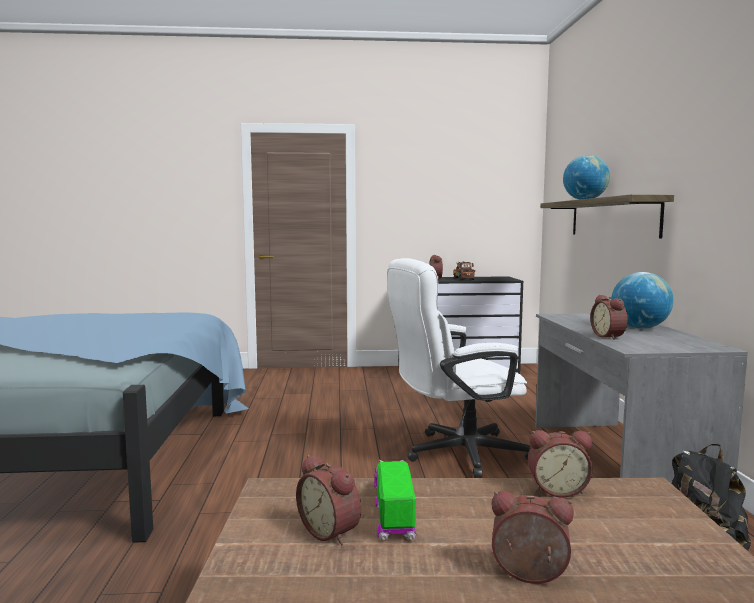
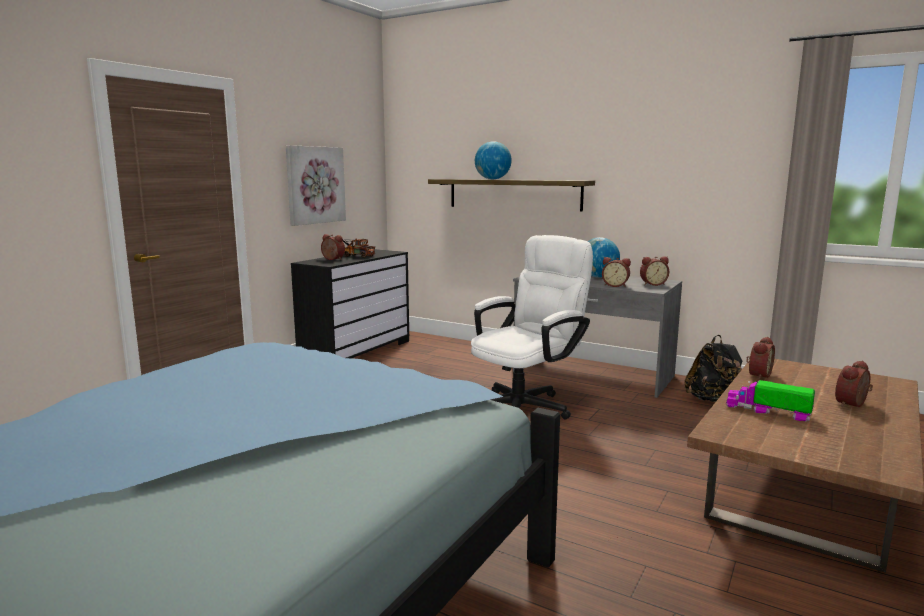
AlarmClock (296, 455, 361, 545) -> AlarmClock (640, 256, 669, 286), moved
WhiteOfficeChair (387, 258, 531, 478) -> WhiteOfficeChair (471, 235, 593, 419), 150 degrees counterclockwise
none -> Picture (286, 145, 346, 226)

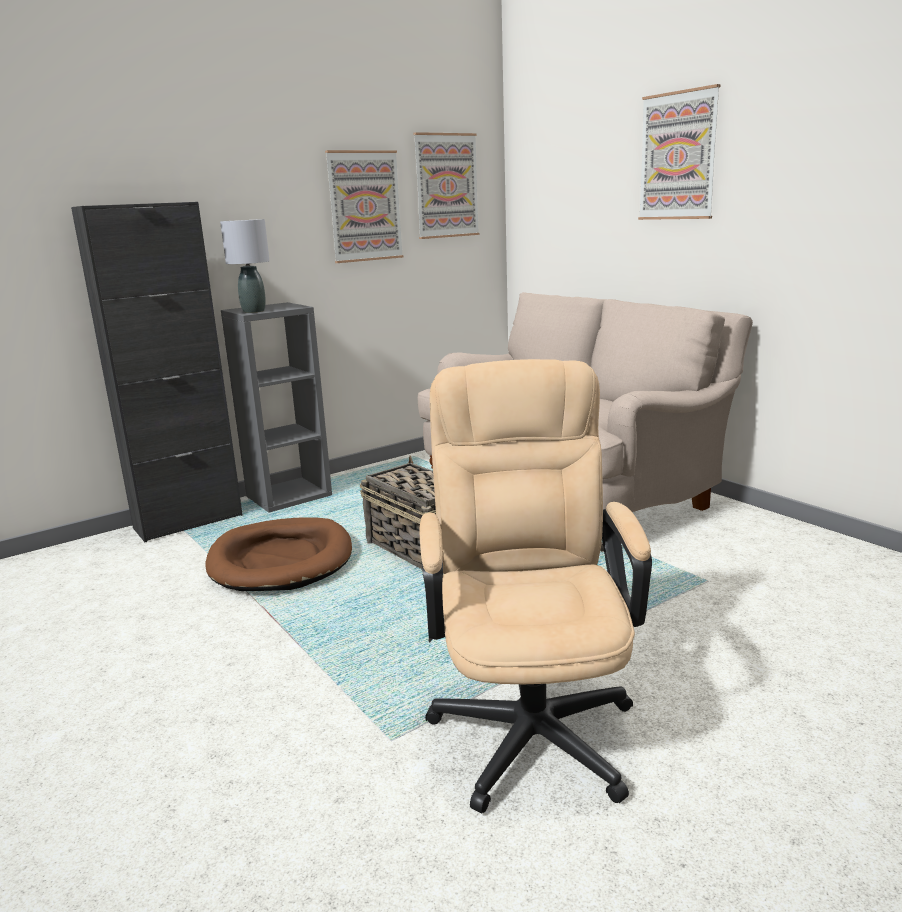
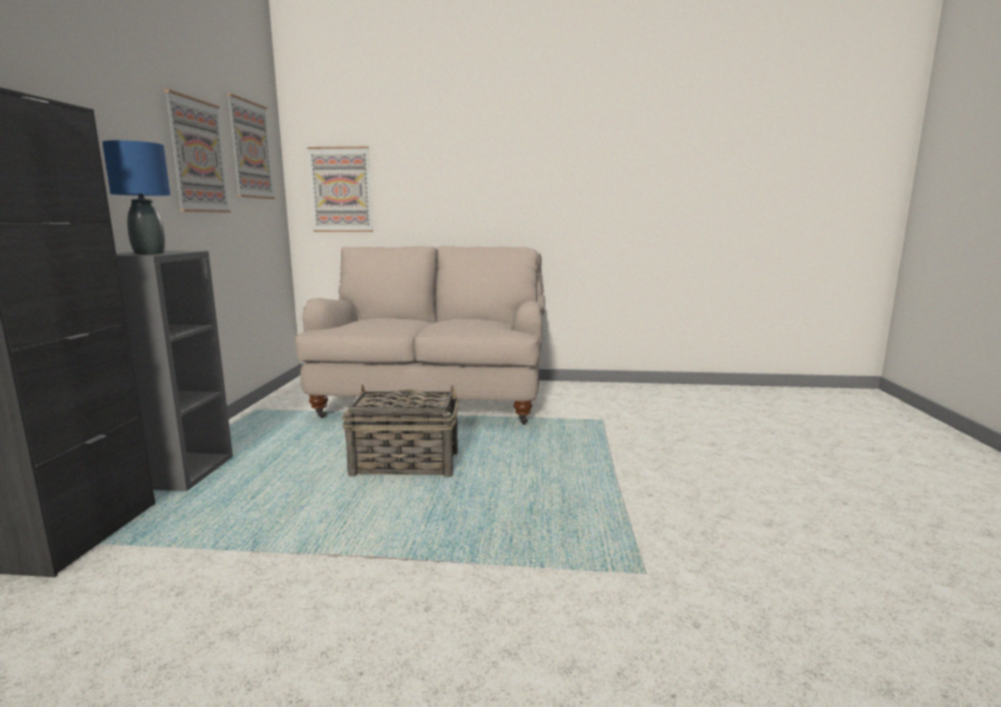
BrownDogBed (205, 517, 352, 591) -> none
GreyTableLamp (220, 219, 270, 313) -> BlueTableLamp (102, 140, 170, 255)
BeigeOfficeChair (419, 359, 652, 813) -> none
Picture (638, 84, 721, 220) -> Picture (307, 146, 373, 232), moved

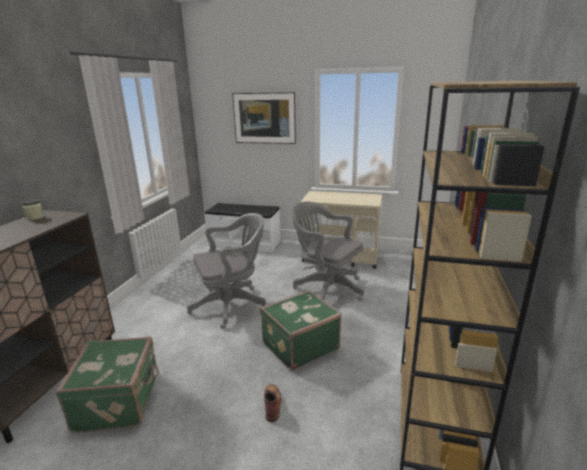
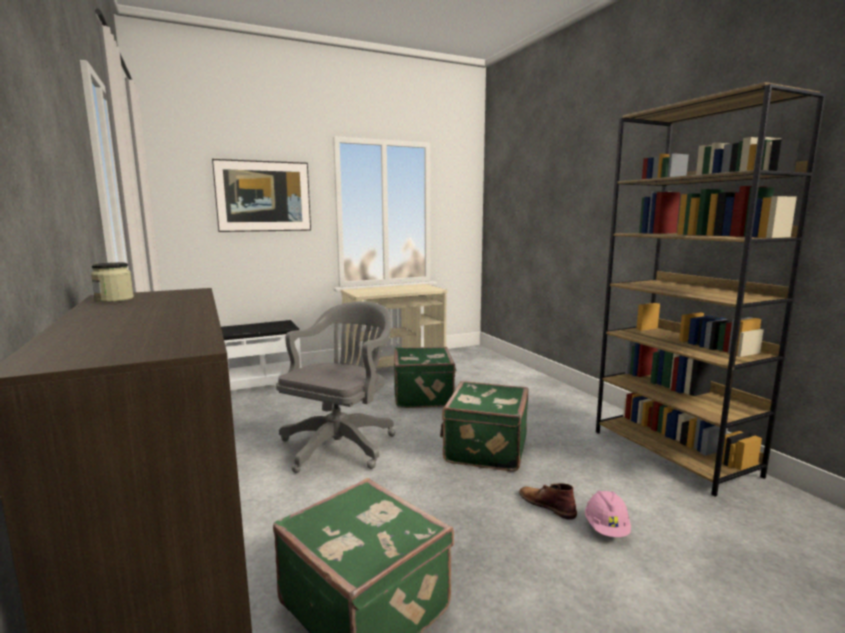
GreyOfficeChair (292, 201, 364, 301) -> GreenSuitcase (394, 347, 457, 408)
none -> PinkHardHat (585, 491, 631, 537)

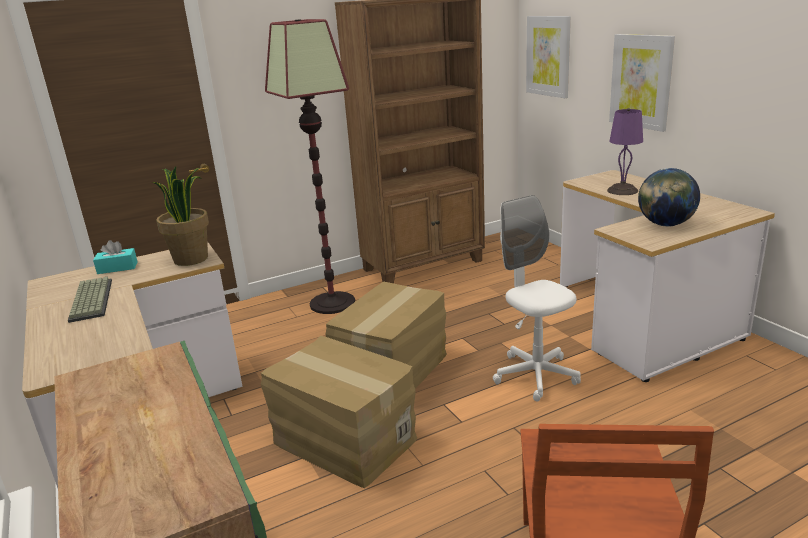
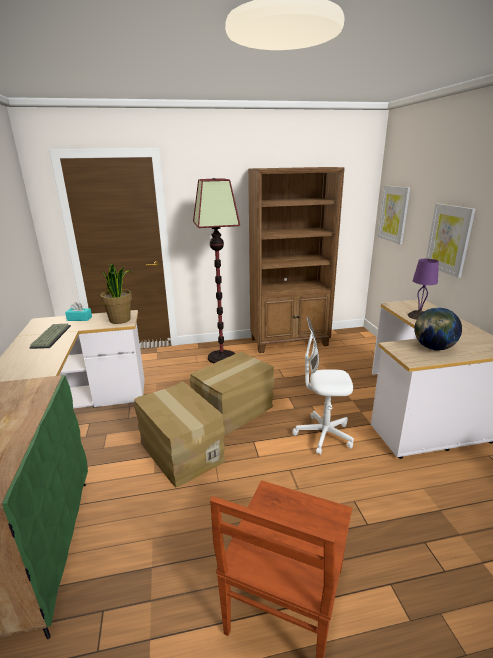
WhiteOfficeChair (493, 195, 581, 402) -> WhiteOfficeChair (292, 317, 354, 455), 75 degrees counterclockwise

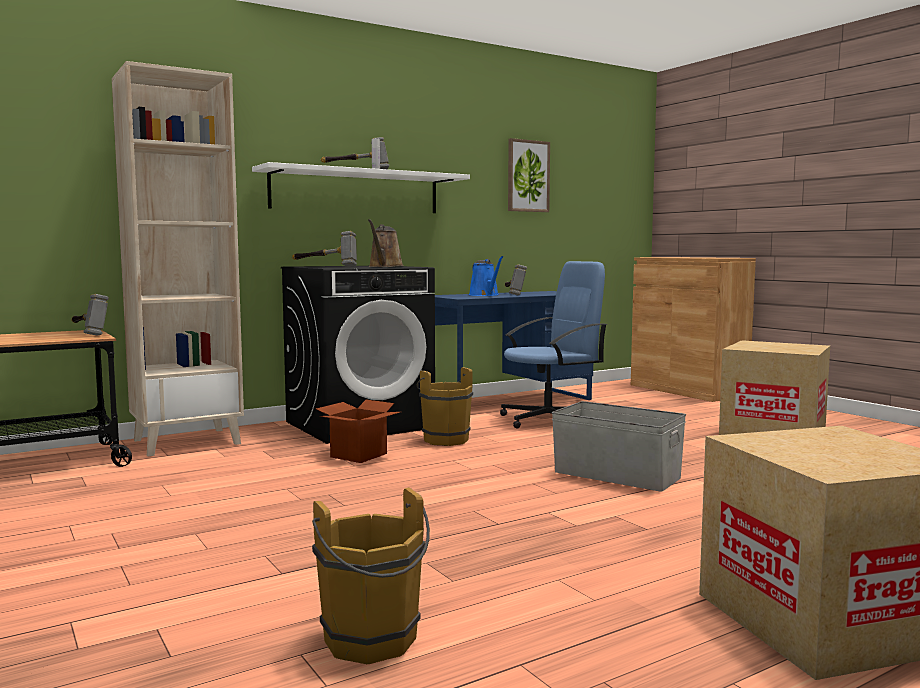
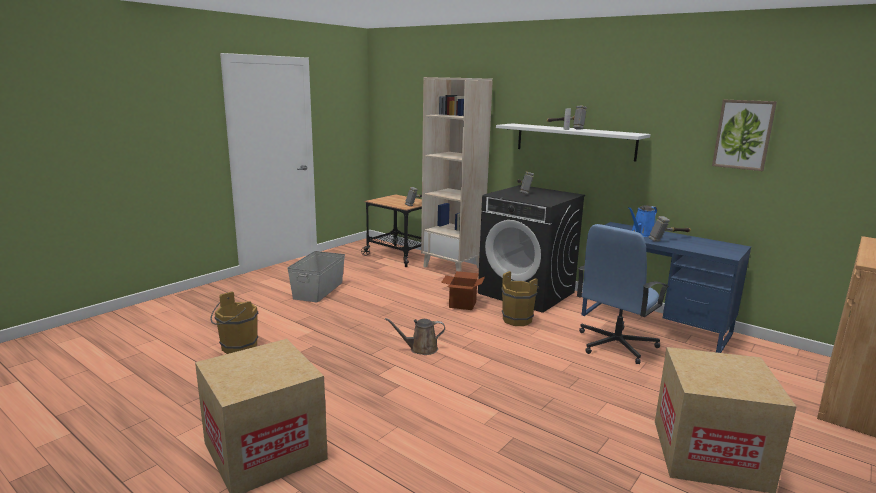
BrownWateringCan (368, 219, 403, 267) -> BrownWateringCan (385, 318, 445, 355), moved
BlueOfficeChair (500, 261, 607, 428) -> BlueOfficeChair (577, 224, 669, 364), 90 degrees clockwise
GreyStorageBox (552, 401, 686, 492) -> GreyStorageBox (287, 251, 345, 302), moved

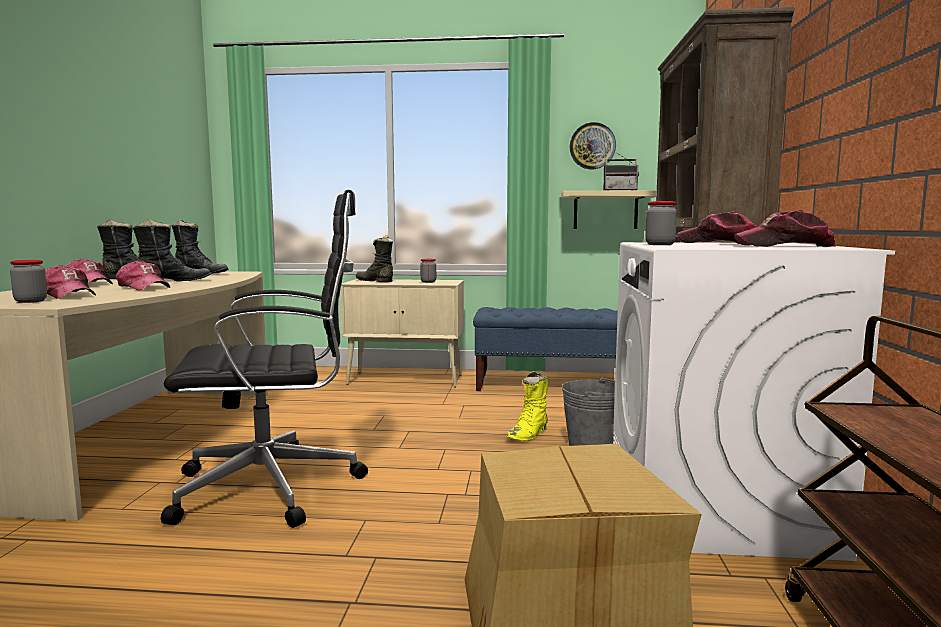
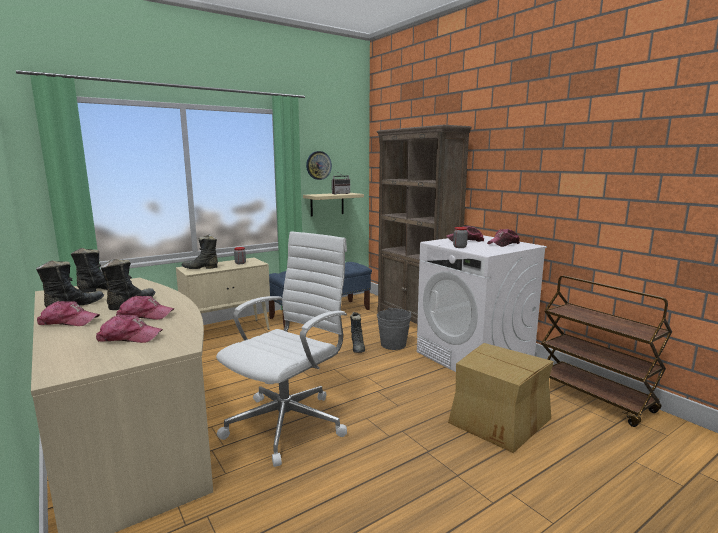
Jar (10, 260, 47, 303) -> none
BlackOfficeChair (161, 190, 368, 528) -> WhiteOfficeChair (216, 231, 347, 467)
YellowBoot (506, 371, 548, 441) -> BlackBoot (350, 312, 365, 353)

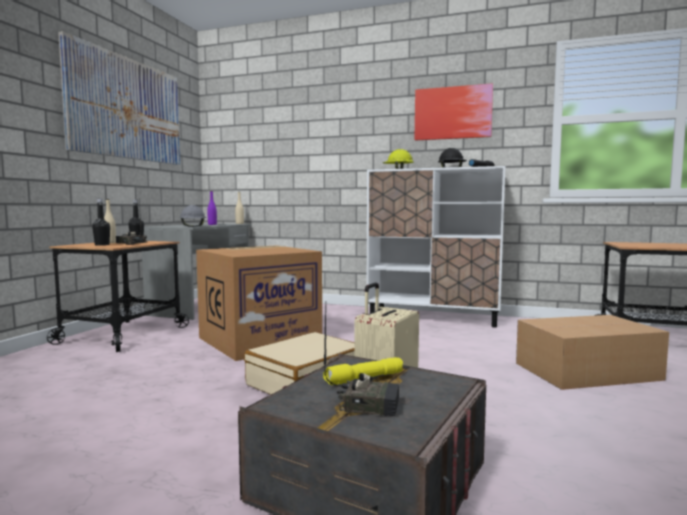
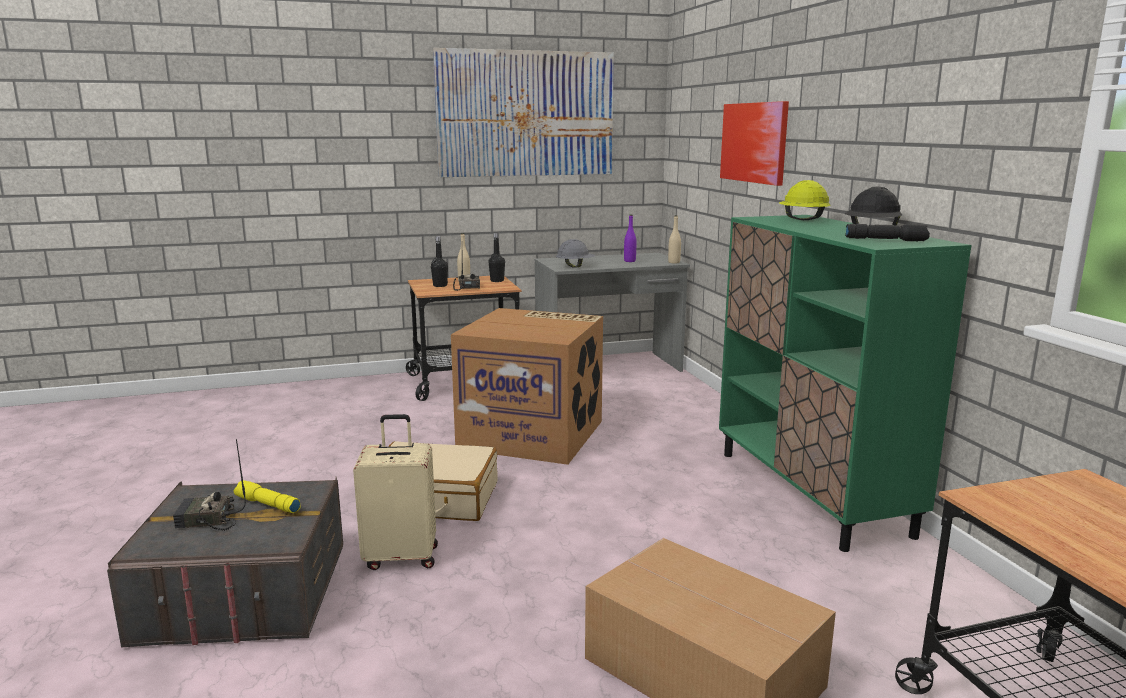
Radio (324, 301, 399, 416) -> Radio (173, 439, 246, 531), 105 degrees clockwise
WhiteCabinet (367, 166, 506, 328) -> GreenCabinet (719, 215, 972, 552)
Picture (415, 83, 493, 141) -> Picture (720, 101, 789, 186), moved

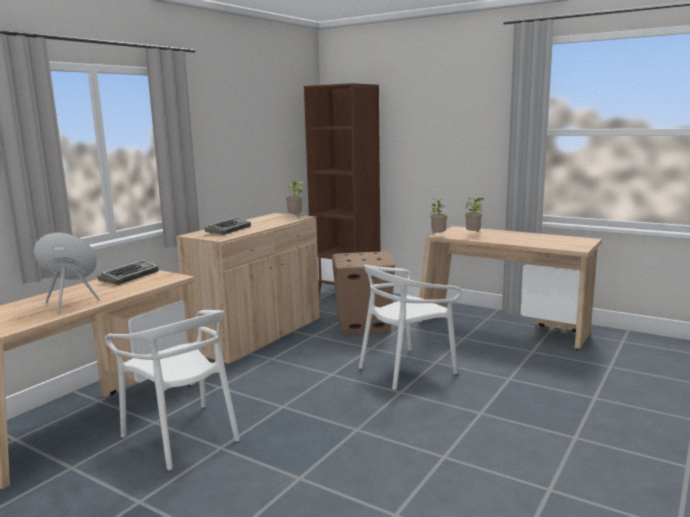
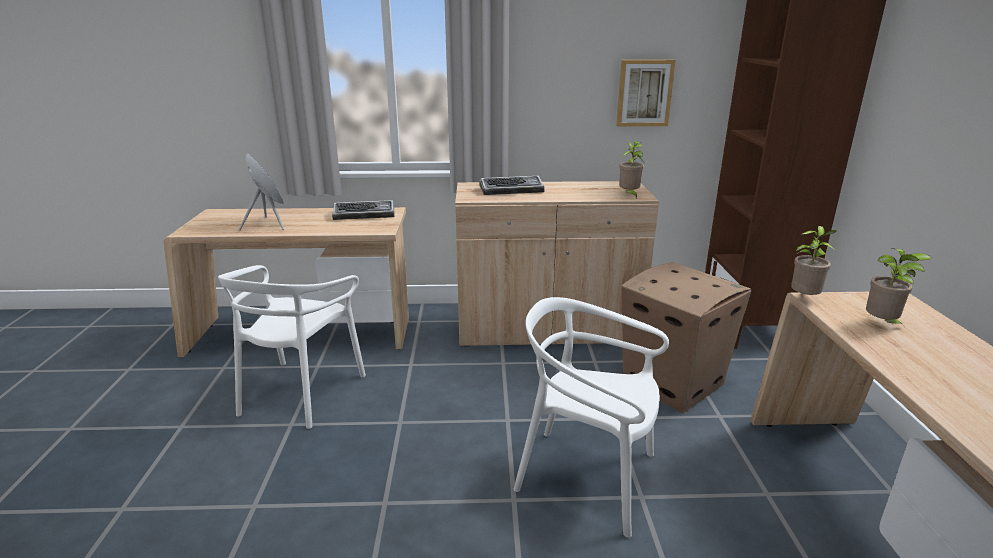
none -> Picture (616, 60, 675, 126)

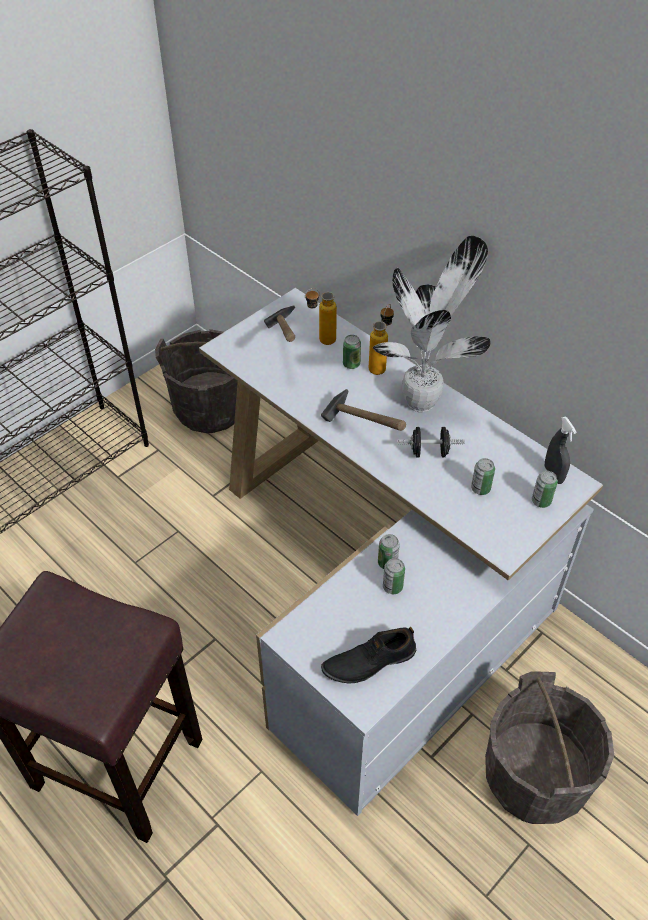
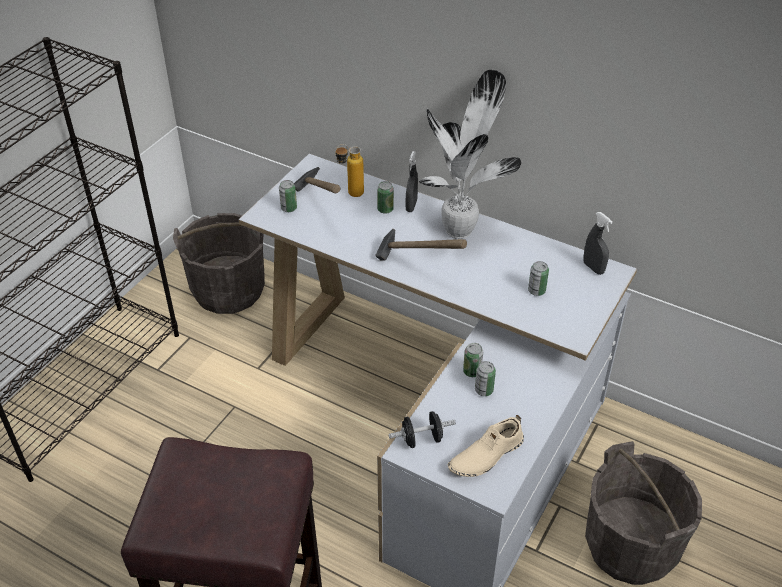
BlackShoe (321, 627, 416, 683) -> BeigeShoe (448, 415, 524, 477)
Bottle (369, 304, 394, 375) -> GreySprayBottle (406, 151, 418, 212)
BlackDumbbell (397, 427, 465, 458) -> BlackDumbbell (388, 411, 456, 448), moved
Can (532, 471, 558, 508) -> Can (279, 180, 297, 212), moved

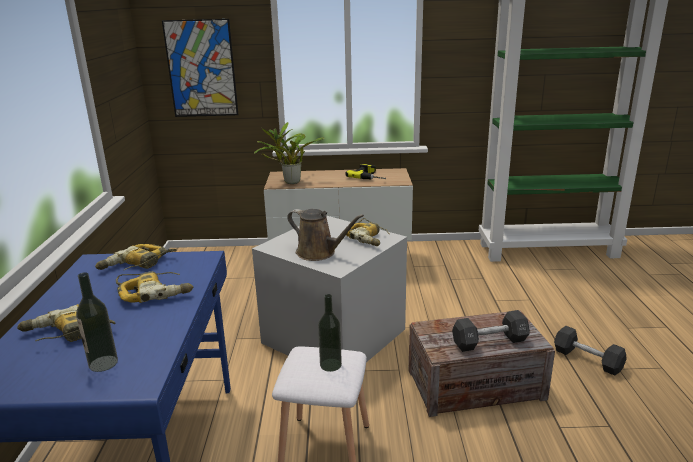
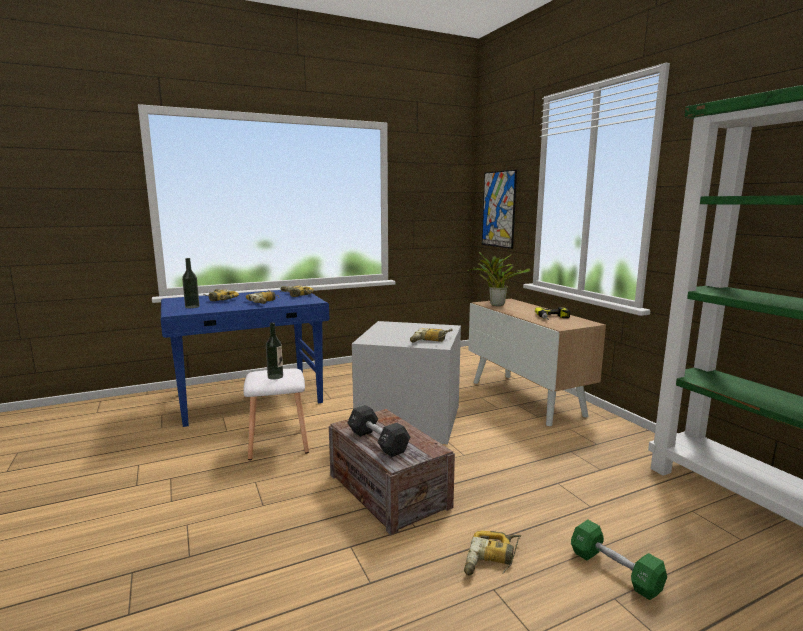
BrownWateringCan (287, 209, 364, 261) -> none
BlackDumbbell (554, 326, 627, 376) -> PowerDrill (464, 531, 522, 576)
none -> GreenDumbbell (571, 519, 667, 600)

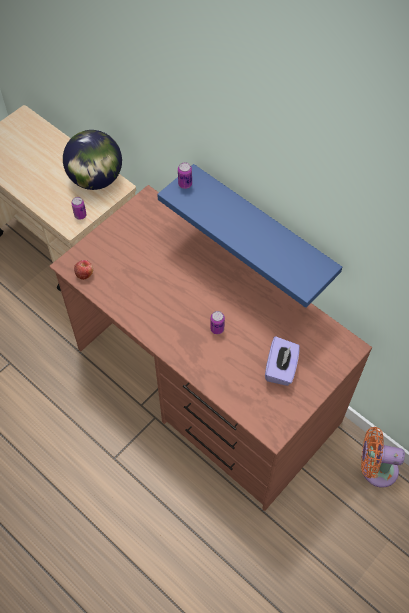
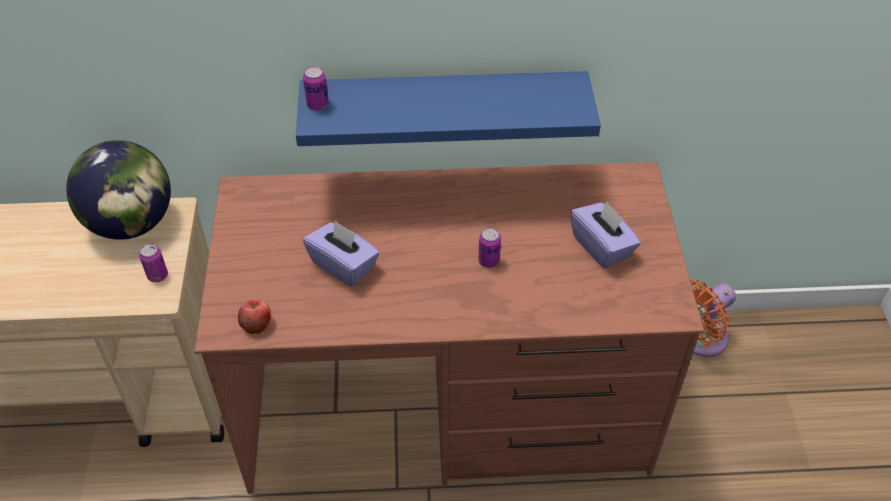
none -> PurpleTissueBox (303, 220, 380, 287)

